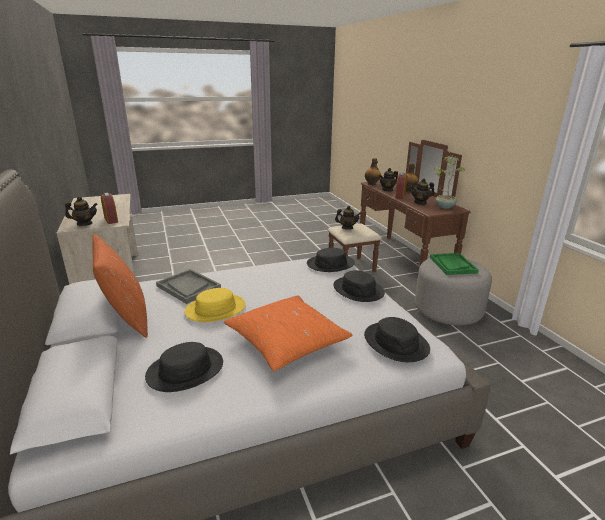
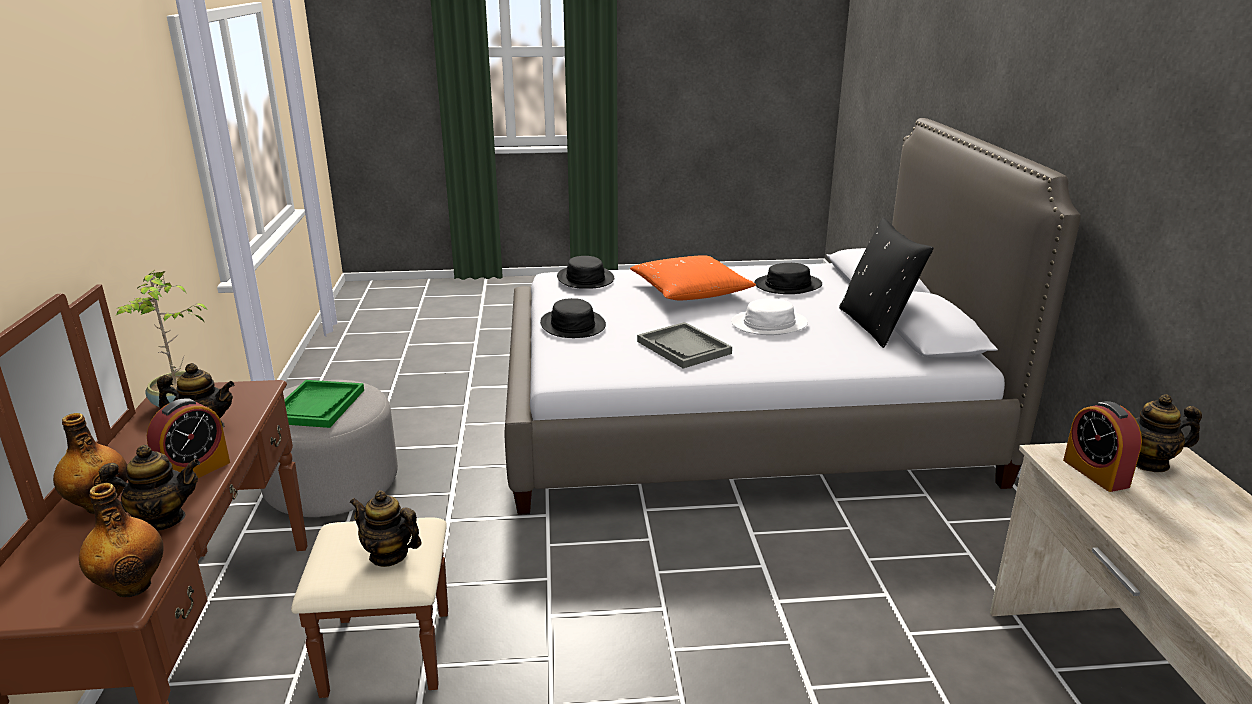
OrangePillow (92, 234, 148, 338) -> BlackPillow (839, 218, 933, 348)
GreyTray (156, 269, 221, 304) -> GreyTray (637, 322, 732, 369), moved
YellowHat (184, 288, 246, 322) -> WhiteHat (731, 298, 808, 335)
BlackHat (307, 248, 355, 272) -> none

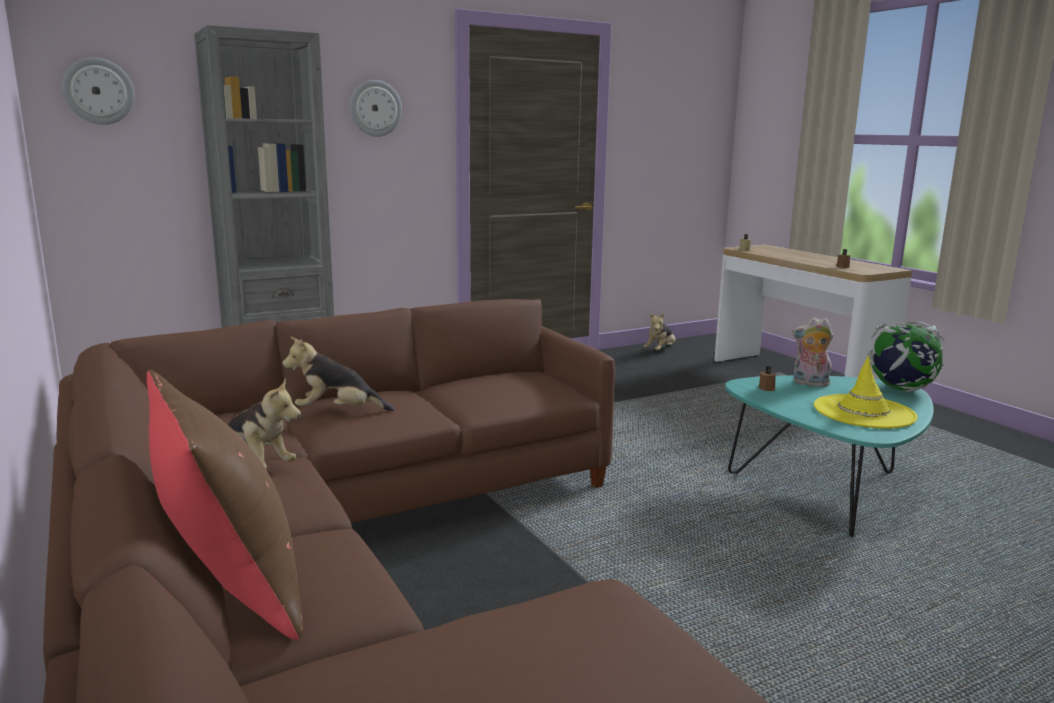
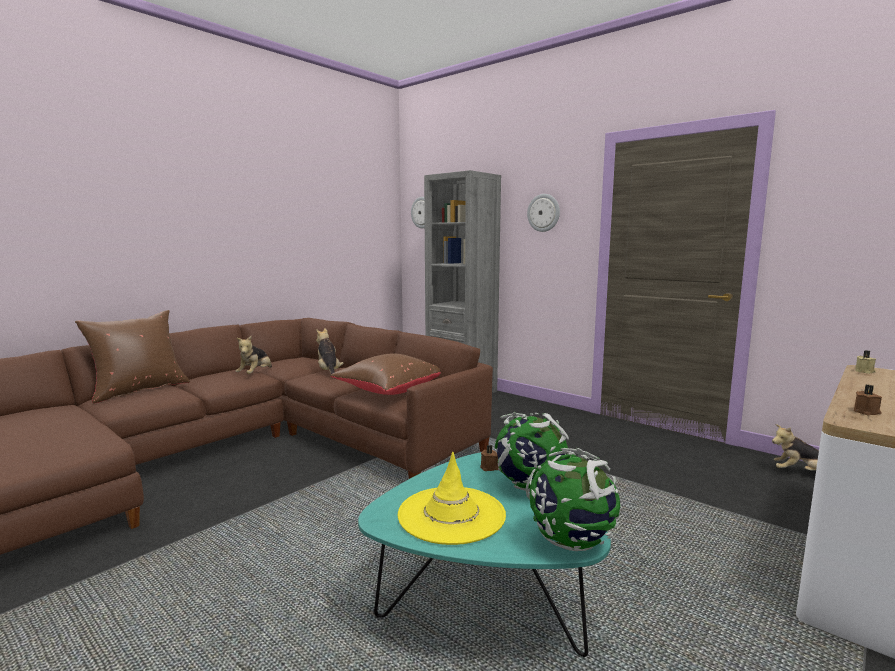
PlushToy (792, 317, 833, 387) -> Globe (495, 412, 569, 492)
none -> BrownPillow (330, 353, 440, 395)

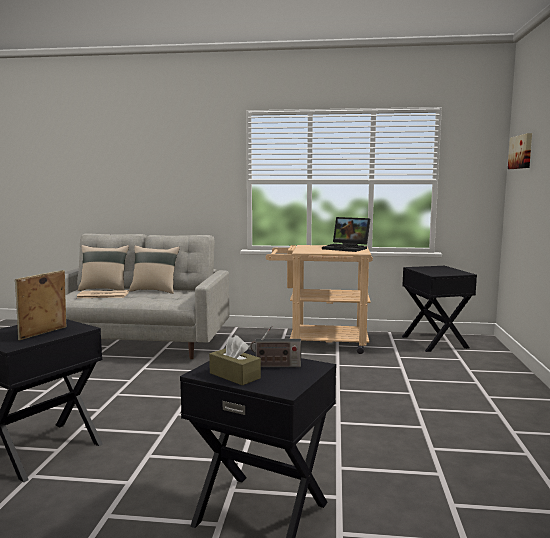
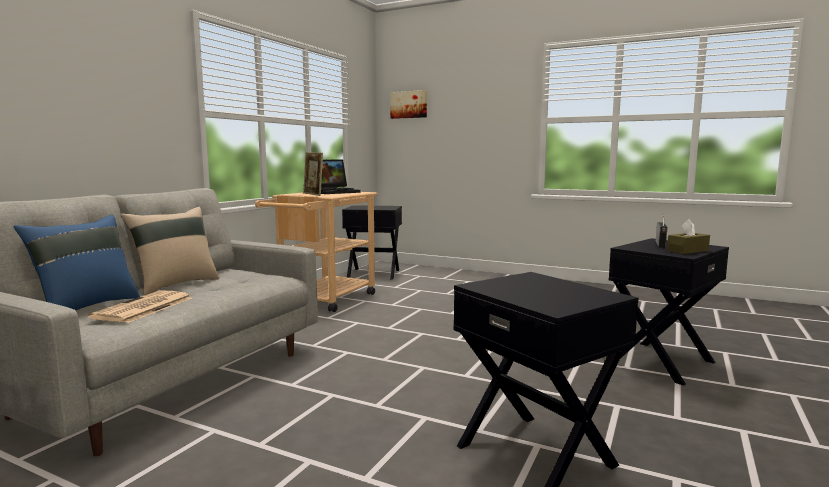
PictureFrame (15, 270, 66, 340) -> PictureFrame (303, 152, 323, 196), moved
BeigePillow (78, 245, 129, 291) -> BluePillow (13, 215, 140, 310)

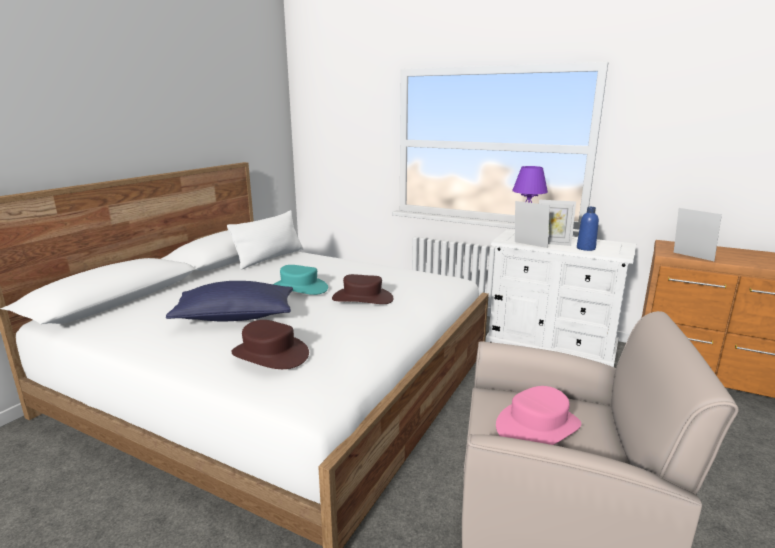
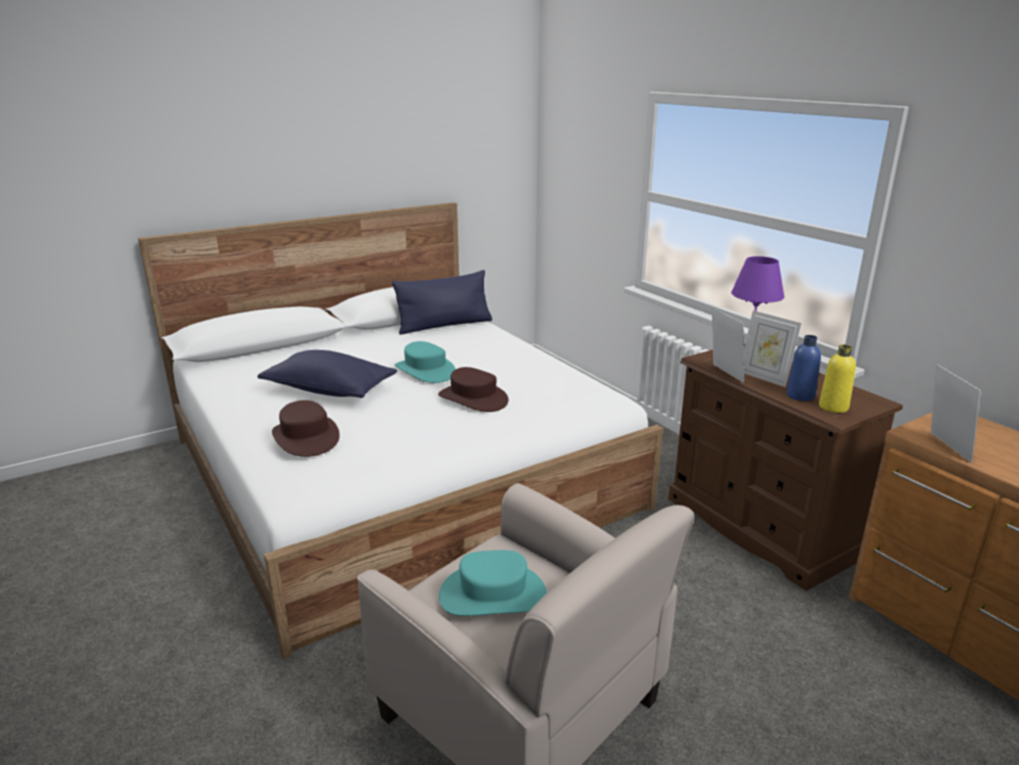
WhitePillow (227, 210, 303, 269) -> BluePillow (392, 270, 492, 335)
WhiteDresser (486, 229, 636, 367) -> BrownDresser (668, 344, 903, 591)
PinkHat (496, 386, 581, 445) -> TurquoiseHat (439, 550, 547, 616)
none -> YellowBottle (819, 345, 856, 413)

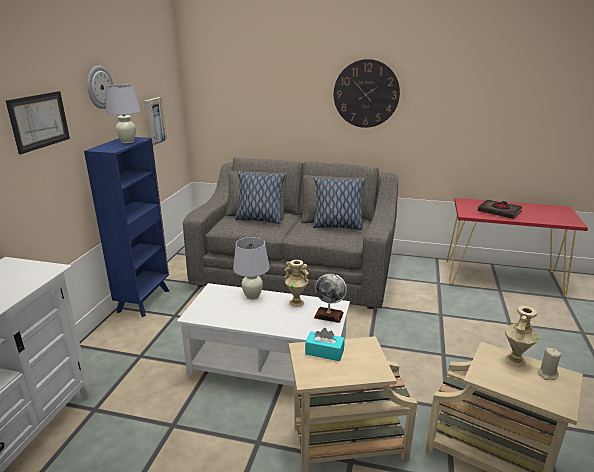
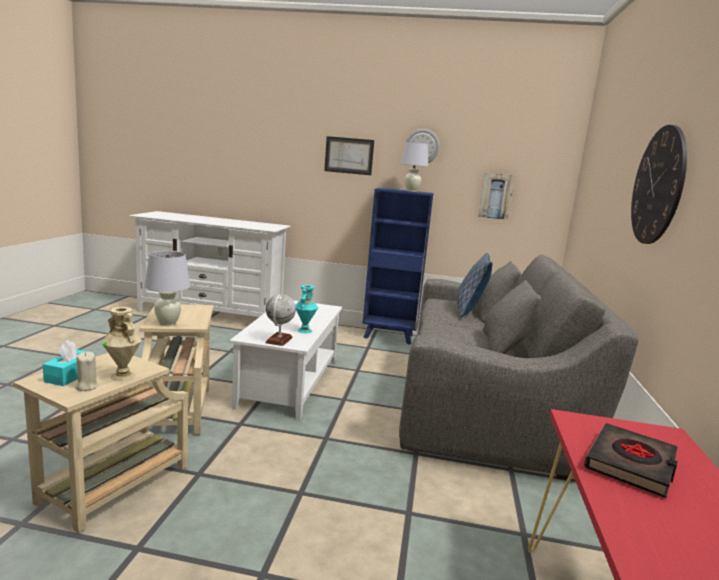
WhiteTableLamp (233, 237, 270, 300) -> WhiteTableLamp (144, 251, 190, 326), moved
BeigeVase (285, 260, 309, 307) -> TurquoiseVase (295, 285, 318, 334)
TurquoiseTissueBox (305, 328, 345, 361) -> TurquoiseTissueBox (43, 340, 95, 386), moved
Pillow (313, 177, 365, 230) -> none

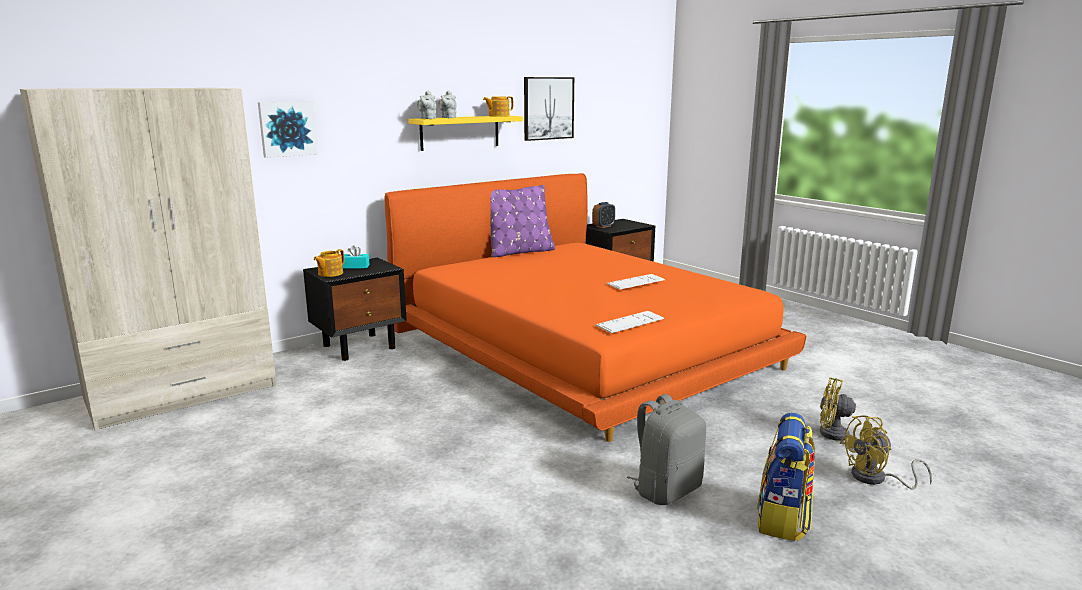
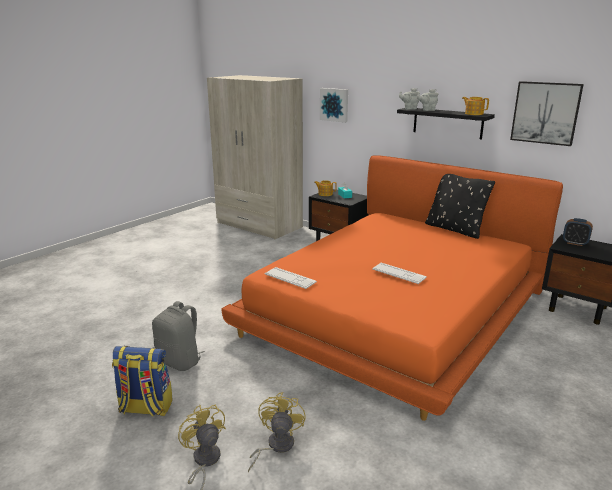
YellowShelf (408, 116, 523, 151) -> BlackShelf (397, 108, 495, 140)
PurplePillow (490, 185, 555, 257) -> BlackPillow (425, 174, 495, 239)

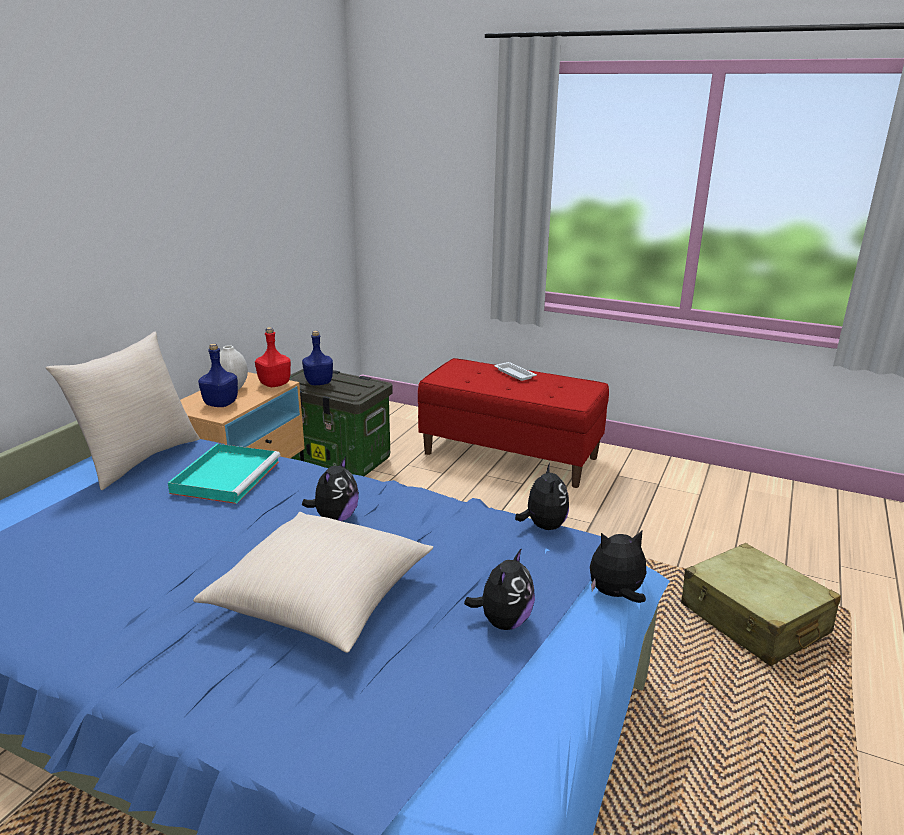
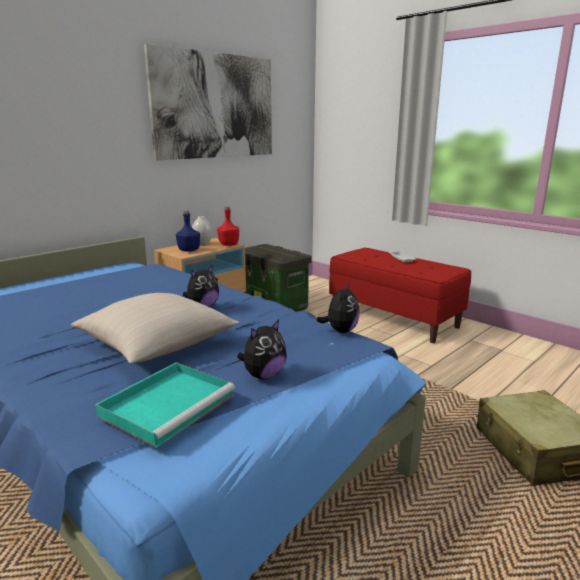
BeigePillow (46, 332, 200, 490) -> none
TurquoiseTray (168, 444, 280, 504) -> TurquoiseTray (95, 362, 235, 448), moved
BlueBottle (302, 331, 333, 385) -> none
PlushToy (590, 531, 646, 603) -> none
none -> Picture (144, 44, 272, 161)

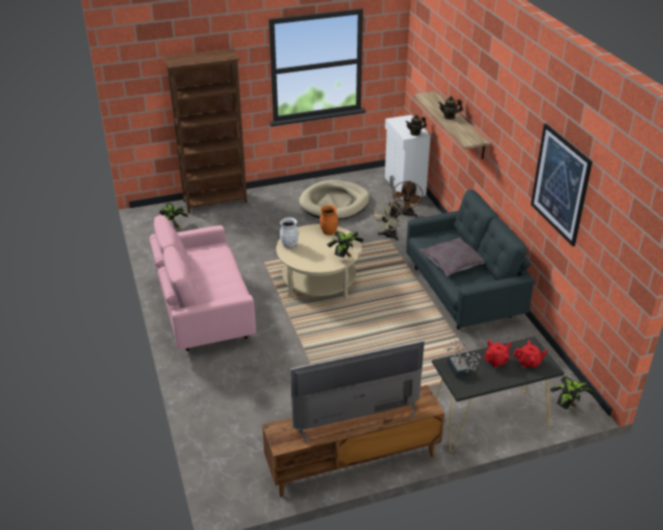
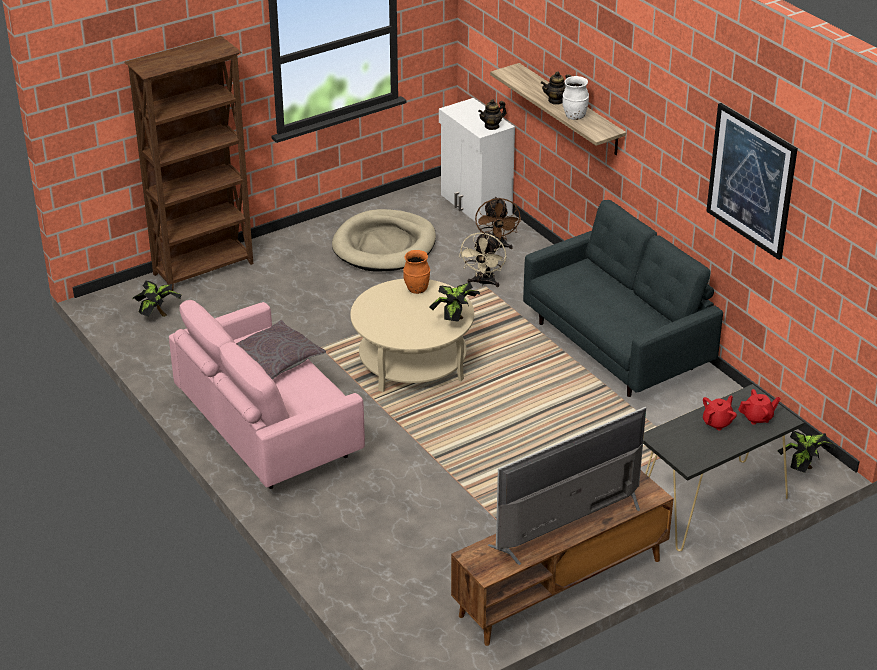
WhiteVase (280, 217, 299, 248) -> WhiteVase (562, 76, 589, 120), moved
GreyPillow (419, 237, 485, 276) -> GreyPillow (236, 320, 326, 380), moved
PottedPlant (444, 340, 481, 379) -> none

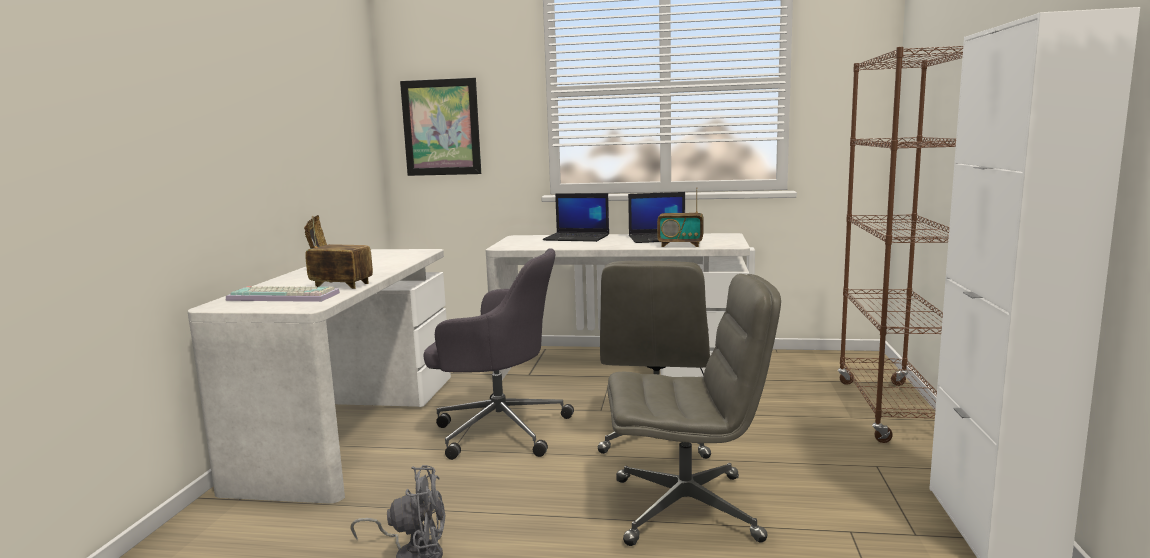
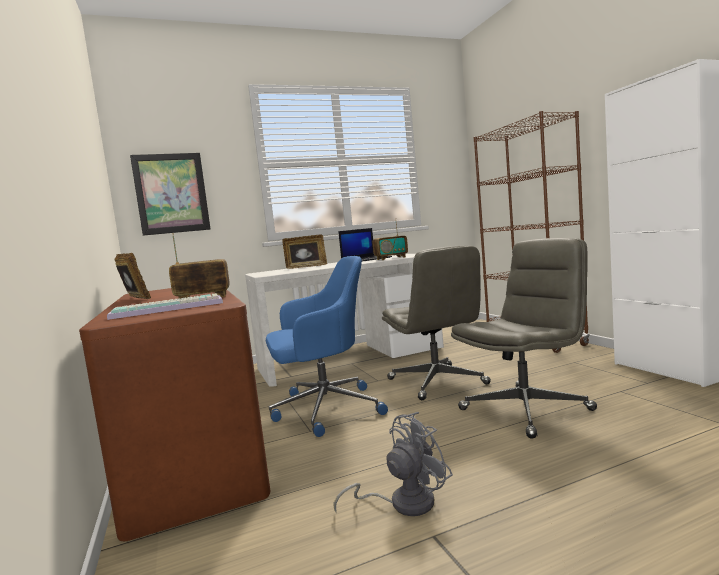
WhiteDesk (188, 249, 451, 504) -> BrownDesk (79, 288, 270, 541)
GreyOfficeChair (423, 248, 574, 460) -> BlueOfficeChair (266, 256, 388, 437)
Laptop (543, 193, 609, 242) -> PictureFrame (283, 234, 327, 269)

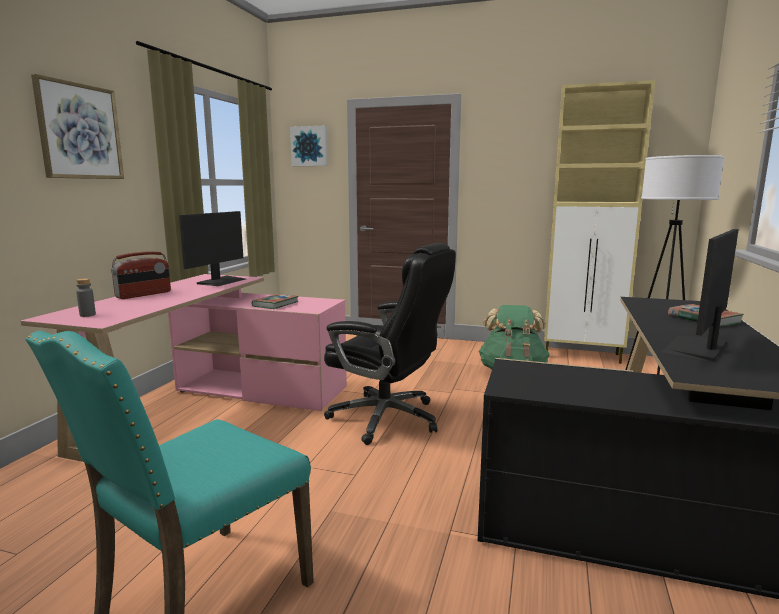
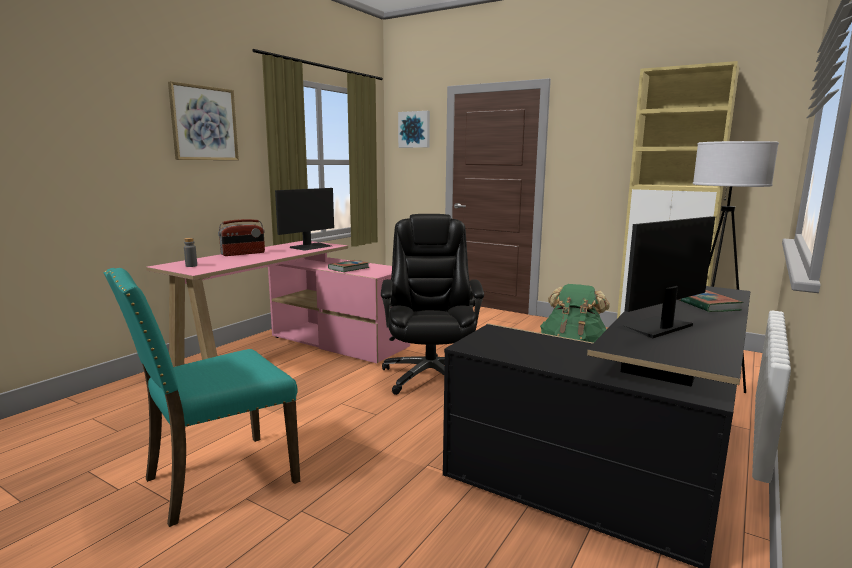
BlackOfficeChair (324, 243, 456, 445) -> BlackOfficeChair (381, 214, 484, 395), 135 degrees counterclockwise

